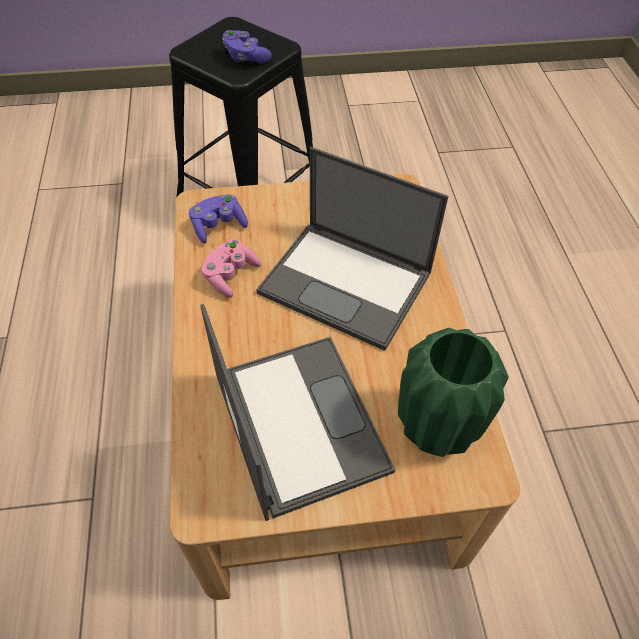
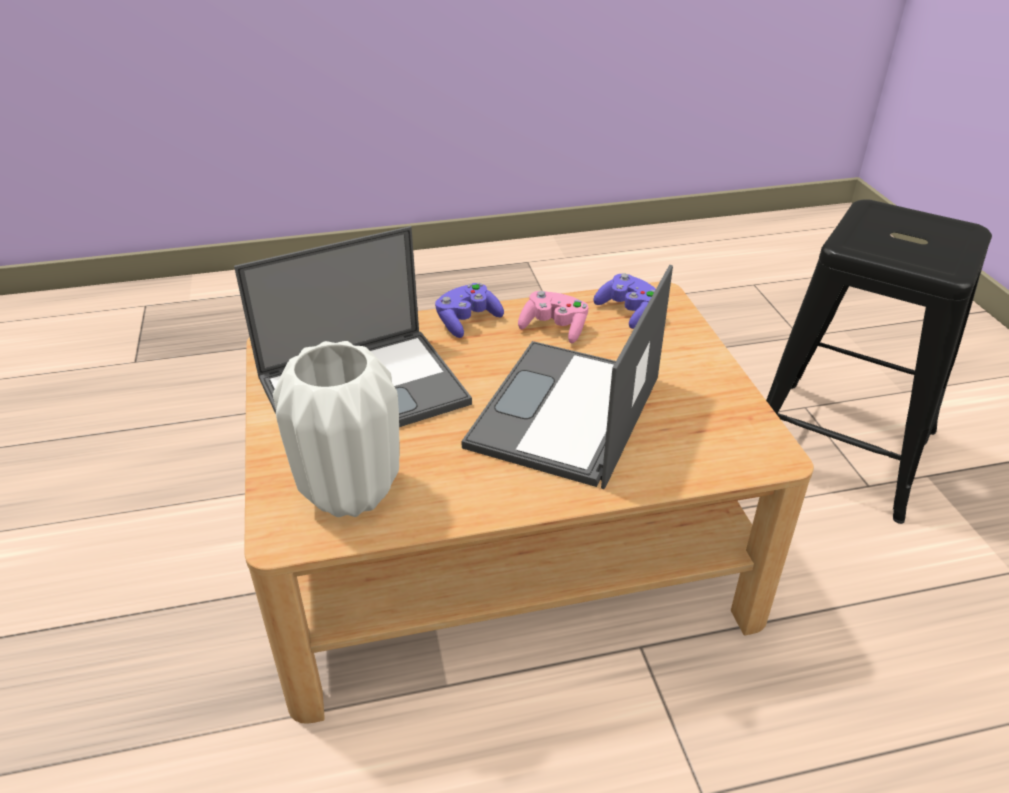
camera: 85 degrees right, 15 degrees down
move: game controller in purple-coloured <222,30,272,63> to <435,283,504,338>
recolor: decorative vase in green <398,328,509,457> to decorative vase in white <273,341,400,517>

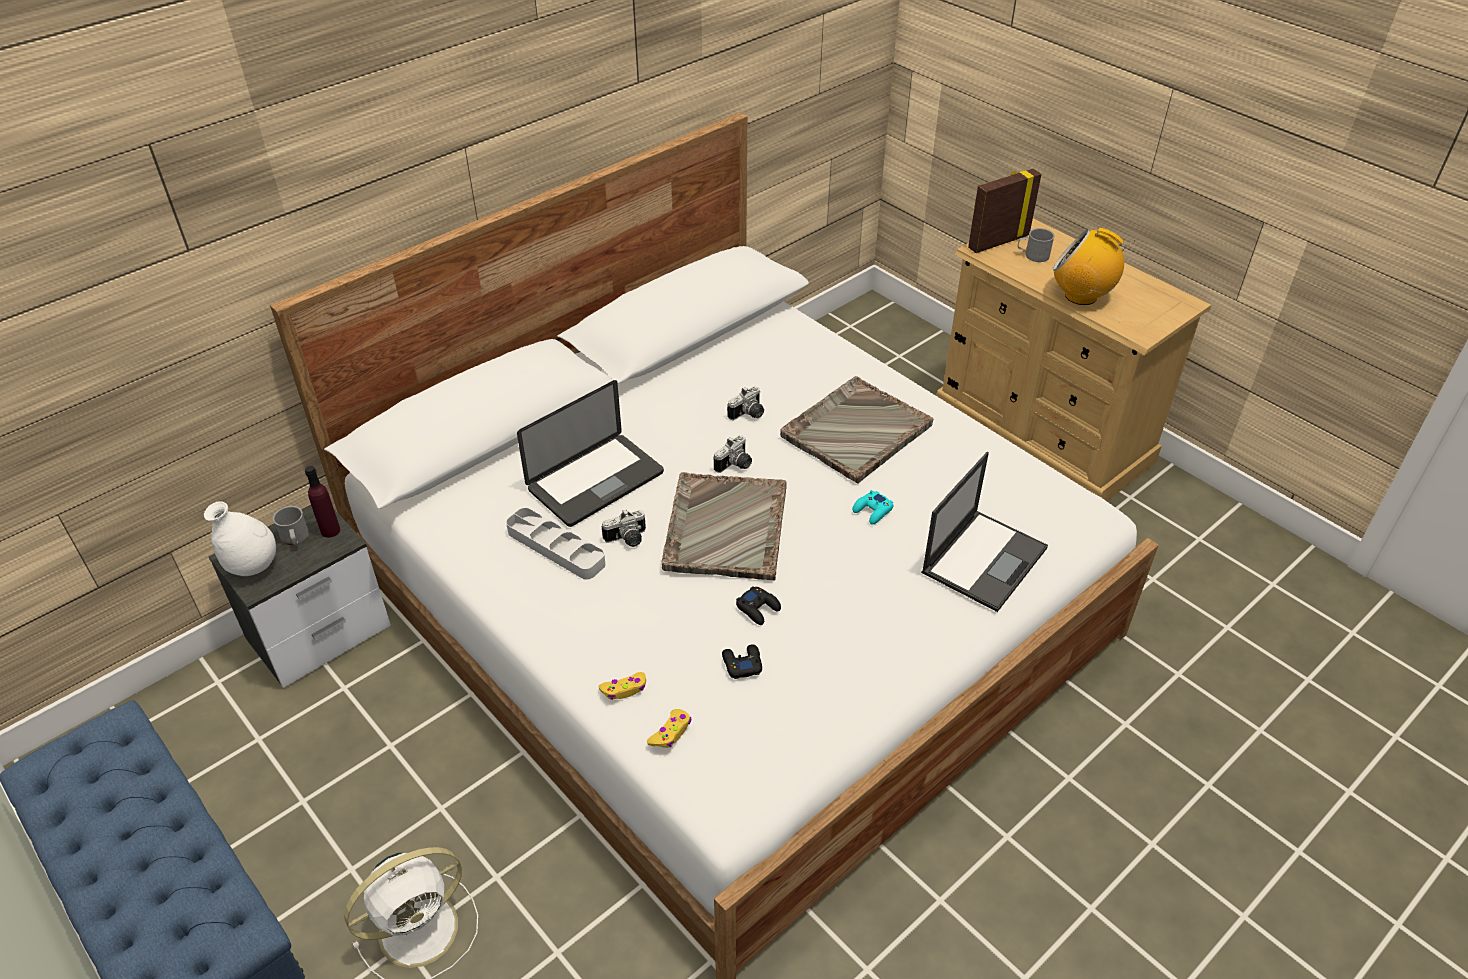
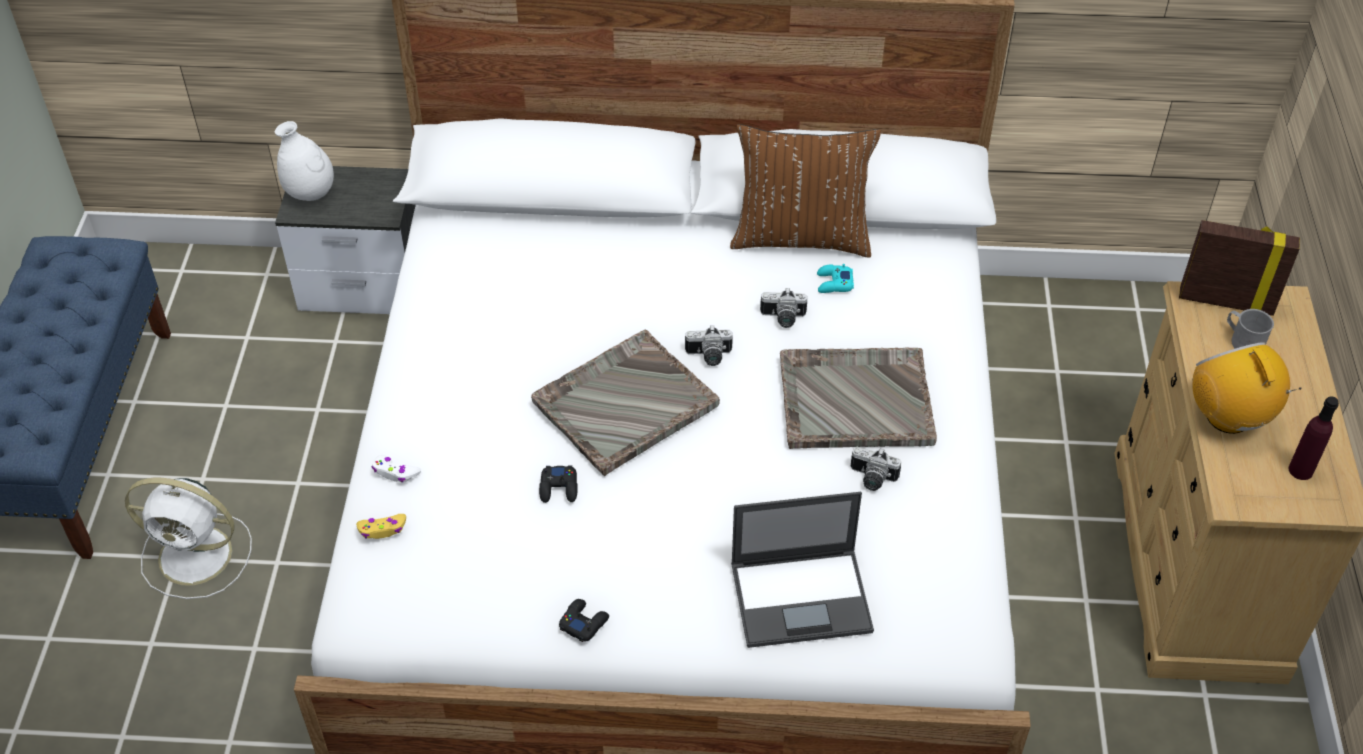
camera: 45 degrees right, 5 degrees up
delete: notebook computer <517,380,664,527>; tea mug in grey <273,506,309,545>; serving tray in grey <506,508,605,580>
insert: throw pillow in brown-coloured <730,124,881,258>
move: beverage bottle in purple-coloured <305,466,340,538> to <1289,396,1339,480>; game controller in turquoise-coloured <852,490,893,525> to <817,264,854,293>; still camera <602,509,646,547> to <851,447,901,491>; game controller in black-coloured <722,645,762,679> to <559,599,609,642>
recolor: game controller in yellowish <598,672,646,700> to game controller in white <372,455,421,482>

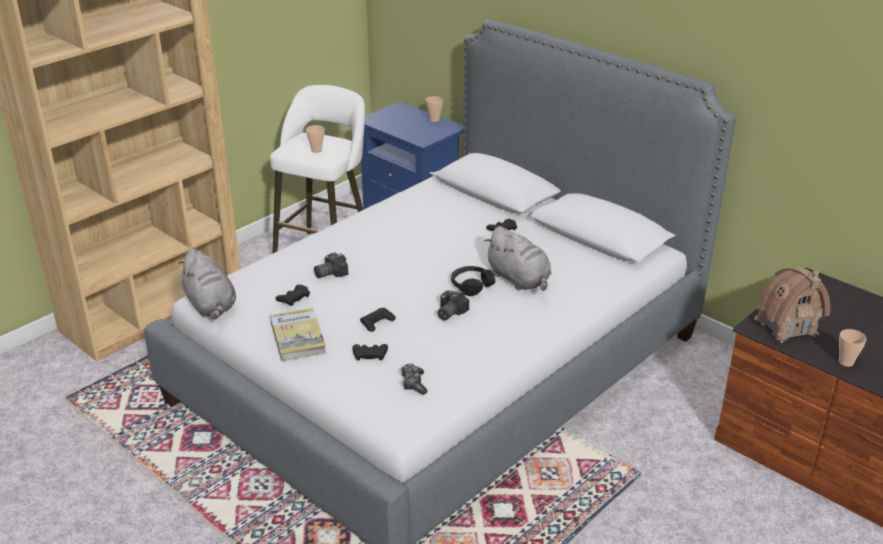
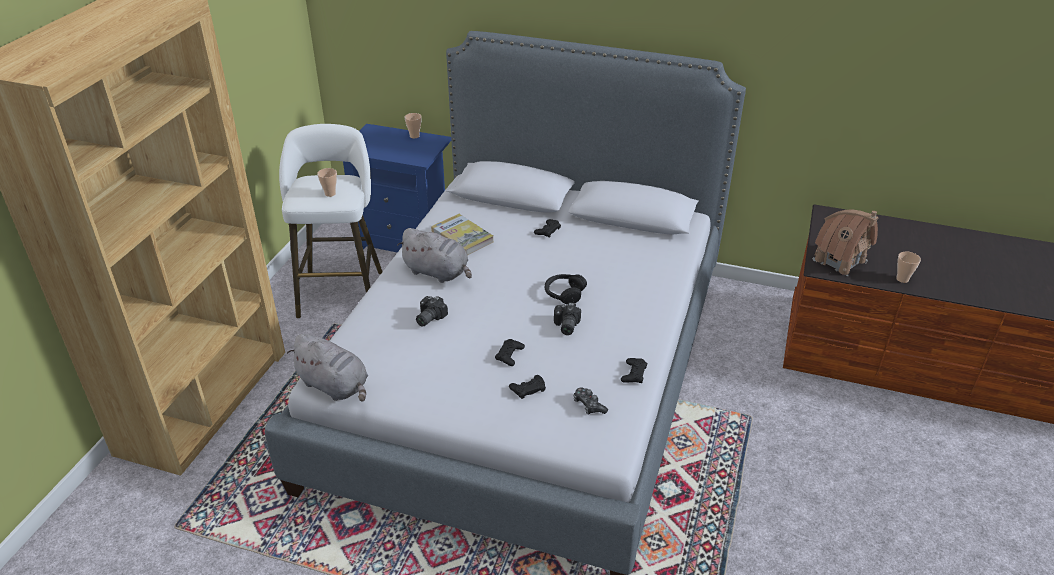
camera: 25 degrees left, 5 degrees up
move: plush toy in grey <484,226,551,291> to <397,228,472,283>; game controller in black-coloured <275,285,310,306> to <621,358,647,383>; volume <270,308,326,361> to <431,214,493,255>

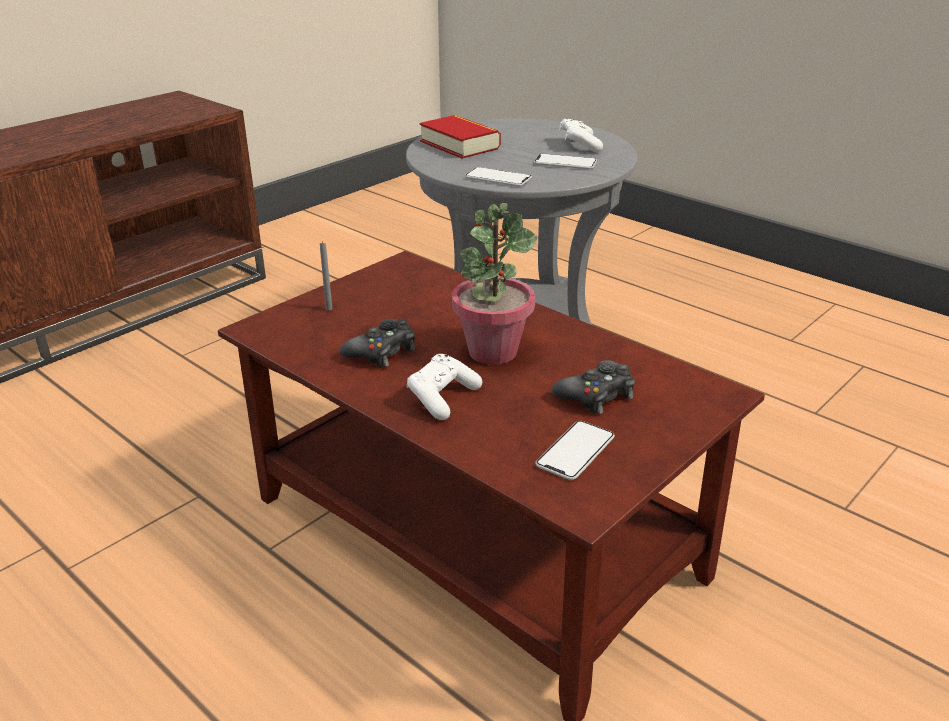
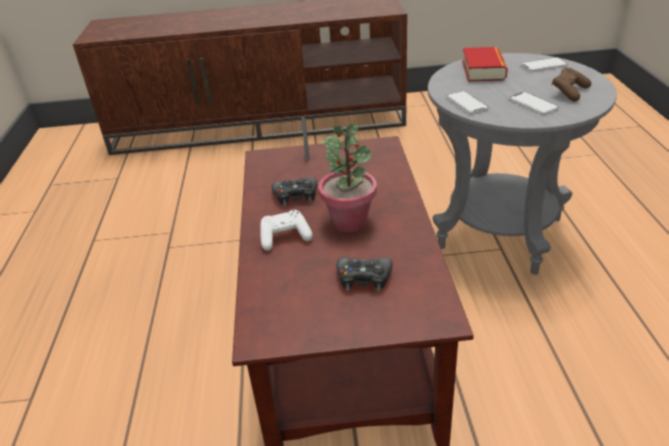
camera: 45 degrees right, 5 degrees up
move: telephone <535,421,615,480> to <520,57,568,71>
recolor: game controller in white <559,118,603,152> to game controller in brown-coloured <551,68,591,101>

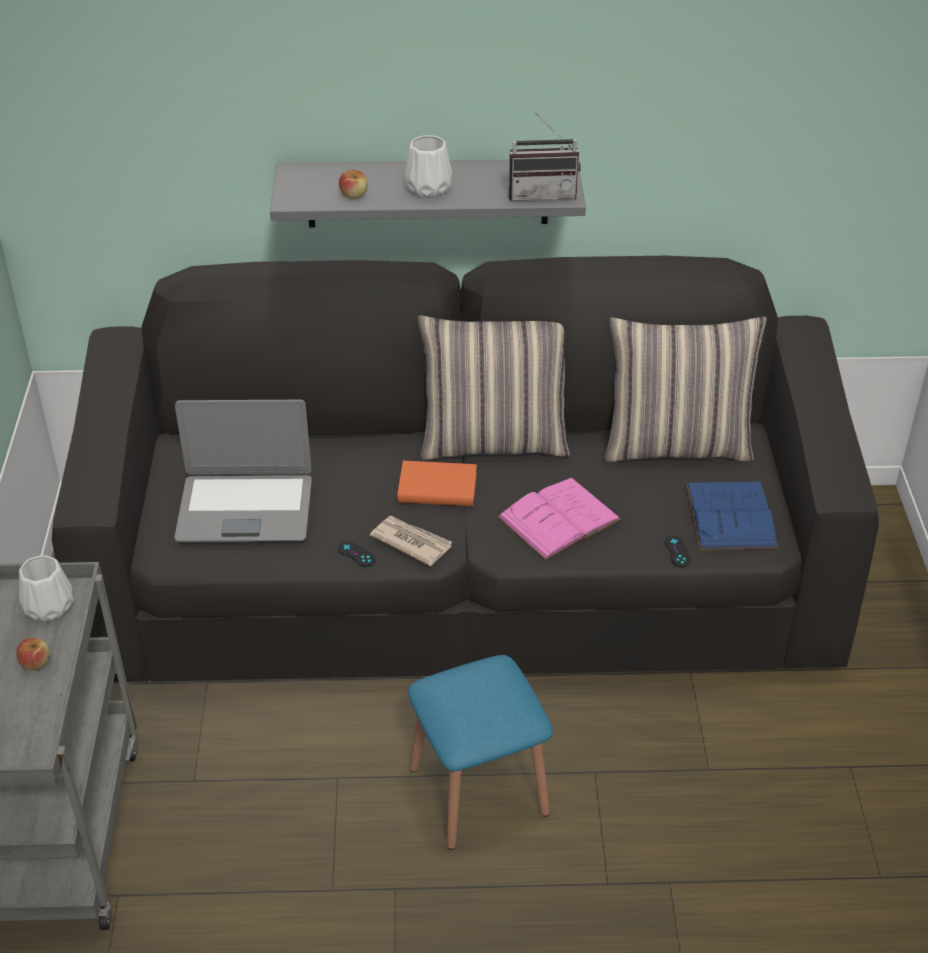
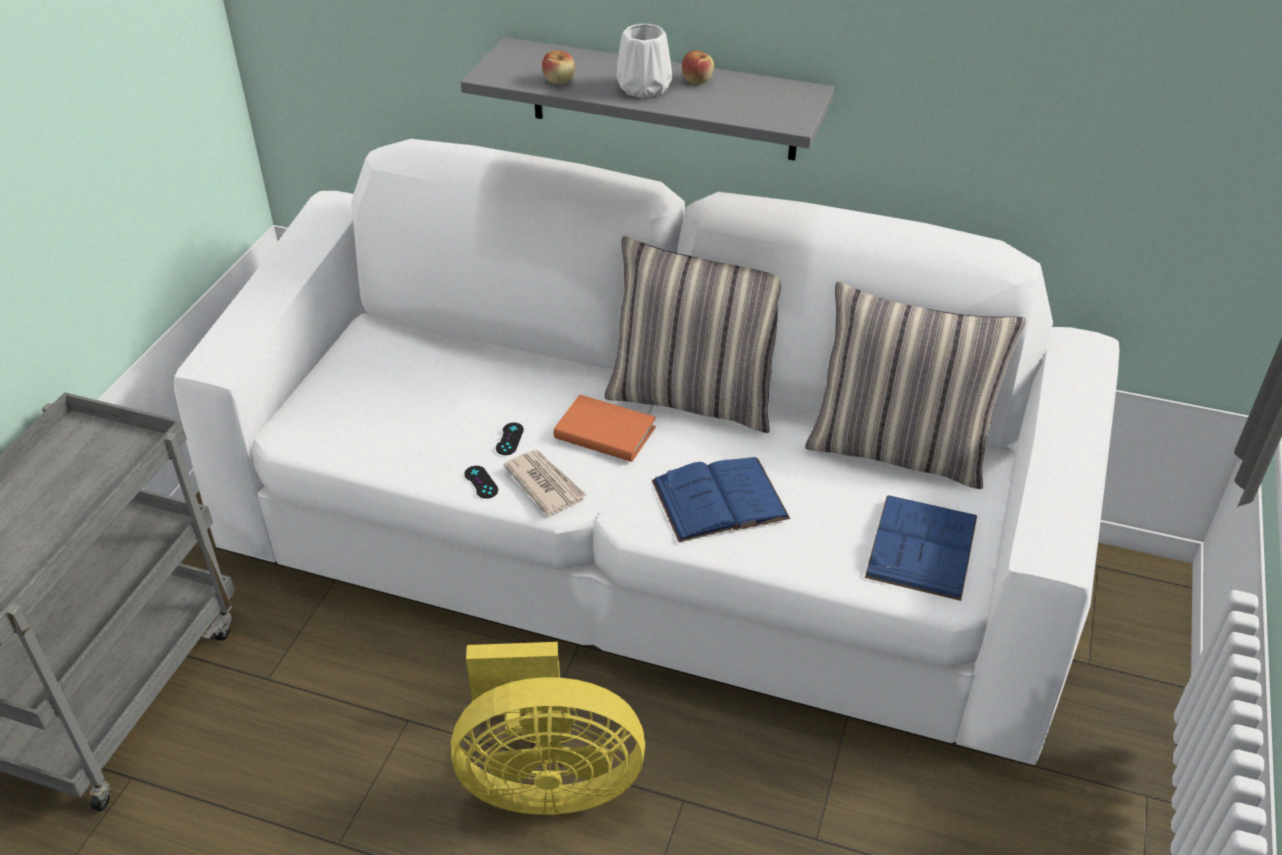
camera: 20 degrees right, 0 degrees up
delete: radio <508,112,581,201>; notebook computer <174,400,312,542>; decorative vase in white <19,555,74,622>
move: game controller in black-coloured <665,536,691,567> to <496,422,524,455>; apple fruit <16,638,49,670> to <682,51,714,84>
replace: stool seat in blue <408,655,553,850> to electric fan in yellowish <451,642,645,815>
recolor: sofa in black-coloured <52,256,879,682> to sofa in white <174,139,1120,765>; volume in pink <497,478,622,561> to volume in blue <652,457,790,542>

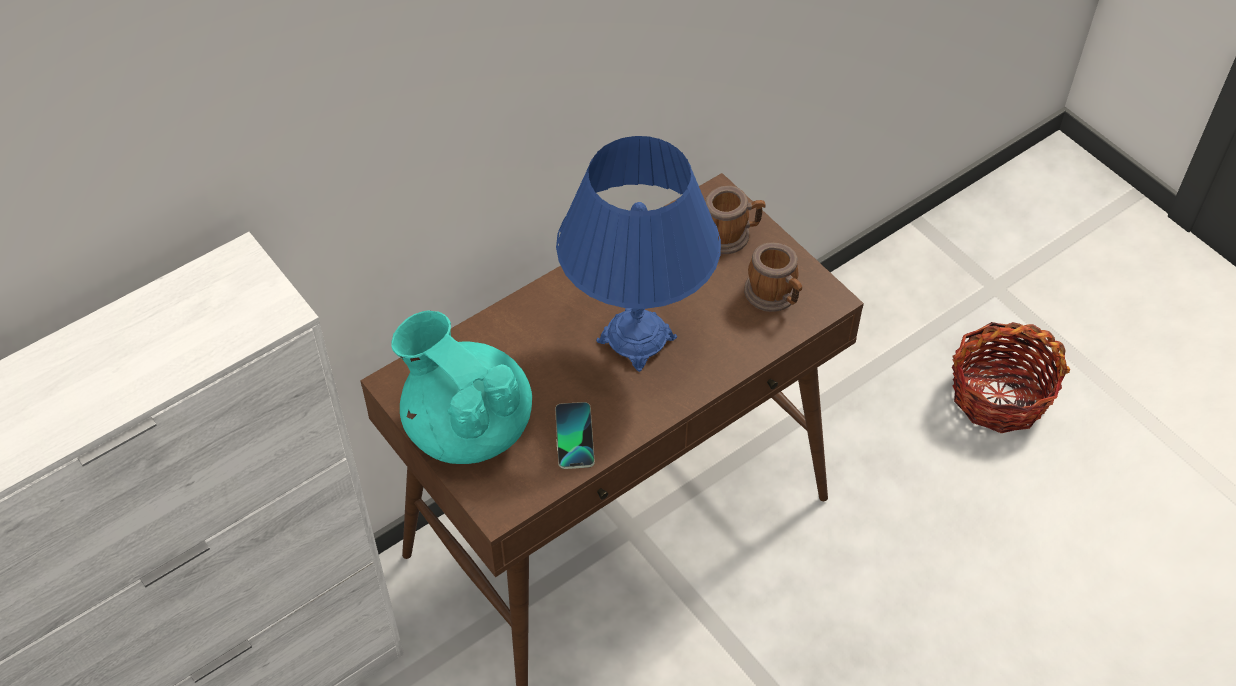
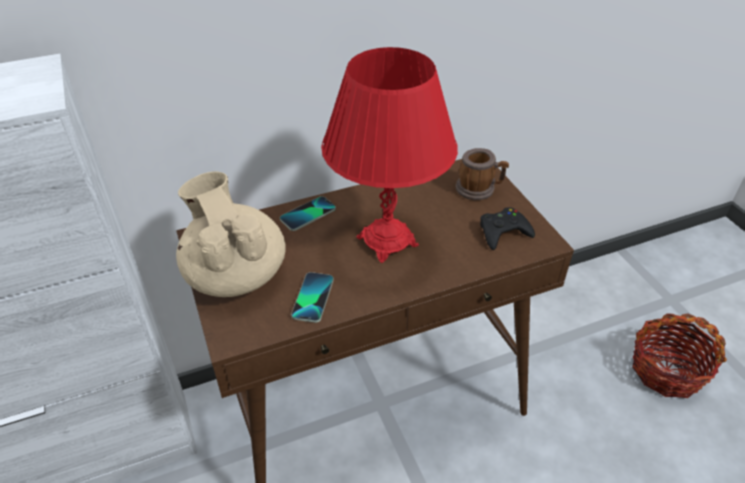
camera: 15 degrees right, 10 degrees down
insert: telephone <280,196,336,231>
replace: tea mug <744,243,802,312> to game controller in black-coloured <480,207,535,250>
recolor: tabletop lamp in blue <556,136,721,372> to tabletop lamp in reddish <321,47,458,263>; tea pot in turquoise-coloured <391,311,532,464> to tea pot in beige-coloured <176,171,286,297>

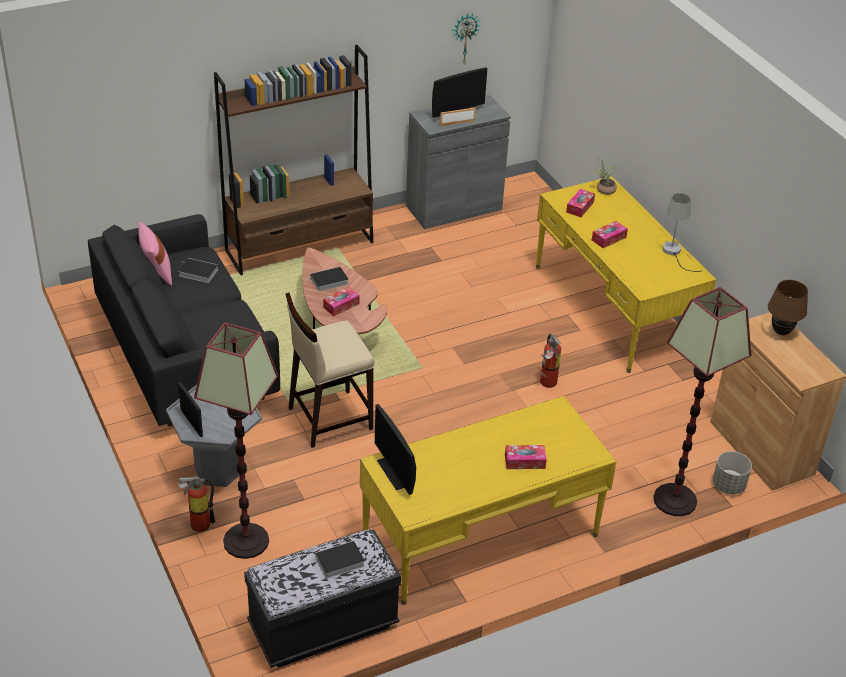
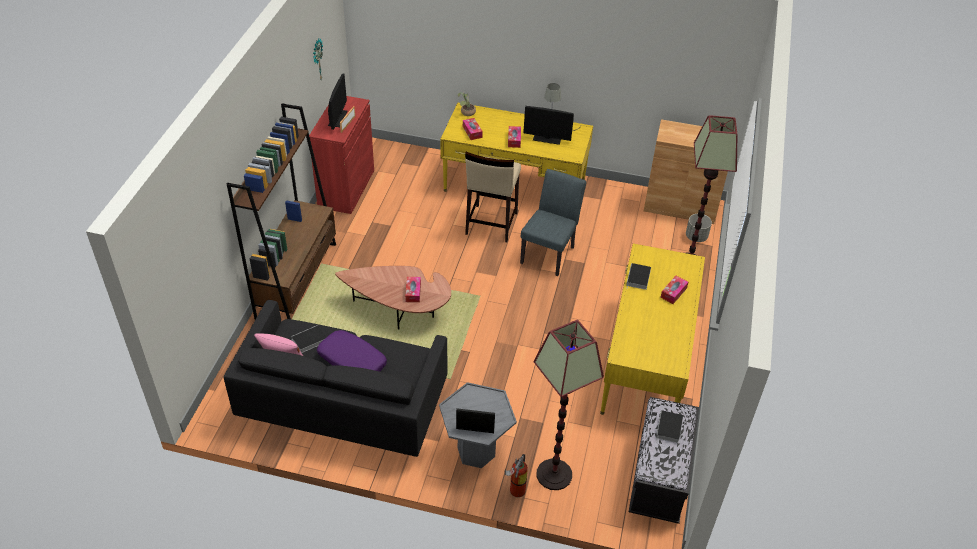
camera: 50 degrees left, 5 degrees up
delete: tabletop lamp in brown-coloured <768,280,808,335>
insert: throw pillow in purple-coloured <317,330,387,372>
move: volume <306,267,349,292> to <626,263,651,290>; stool seat in beige-coloured <285,293,374,448> to <465,152,521,242>; computer display <375,404,416,495> to <523,106,574,145>
replace: extinguisher <540,334,561,388> to plain chair in grey <520,169,586,276>
recolor: storage cabinet in grey <406,95,511,229> to storage cabinet in reddish <309,96,374,214>

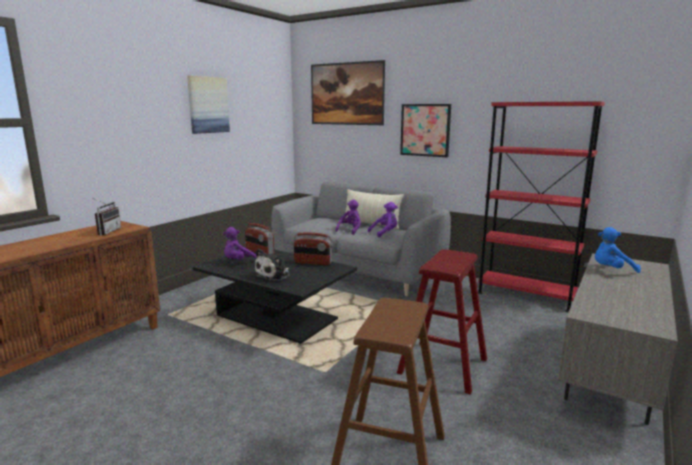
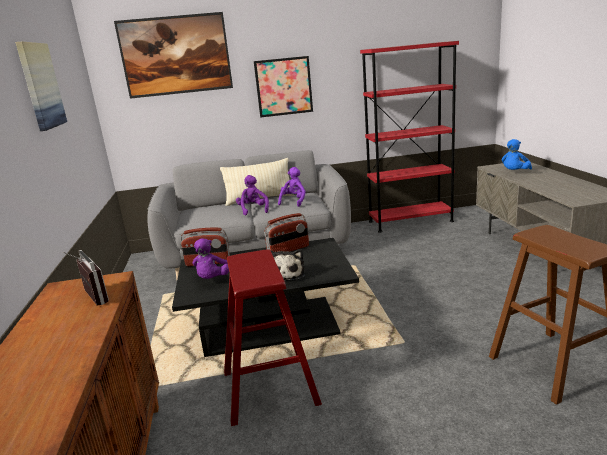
camera: 40 degrees left, 5 degrees up
move: stool seat in reddish <397,249,487,394> to <224,249,322,426>

